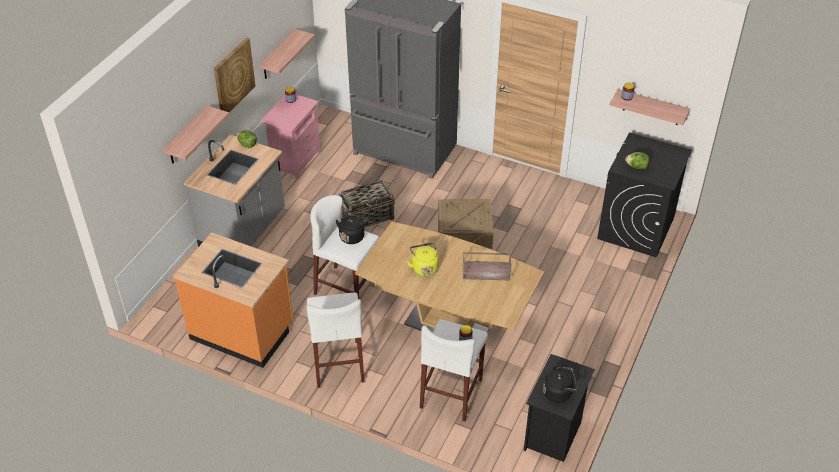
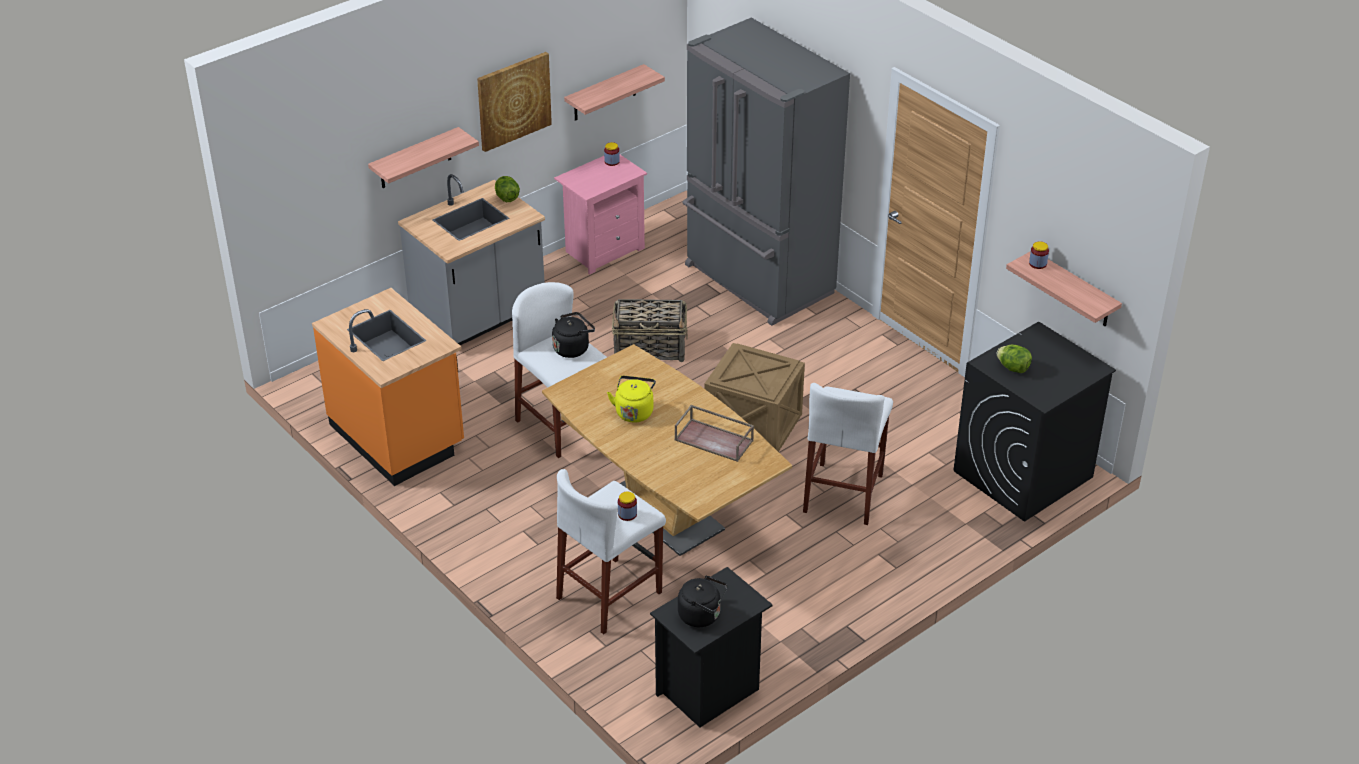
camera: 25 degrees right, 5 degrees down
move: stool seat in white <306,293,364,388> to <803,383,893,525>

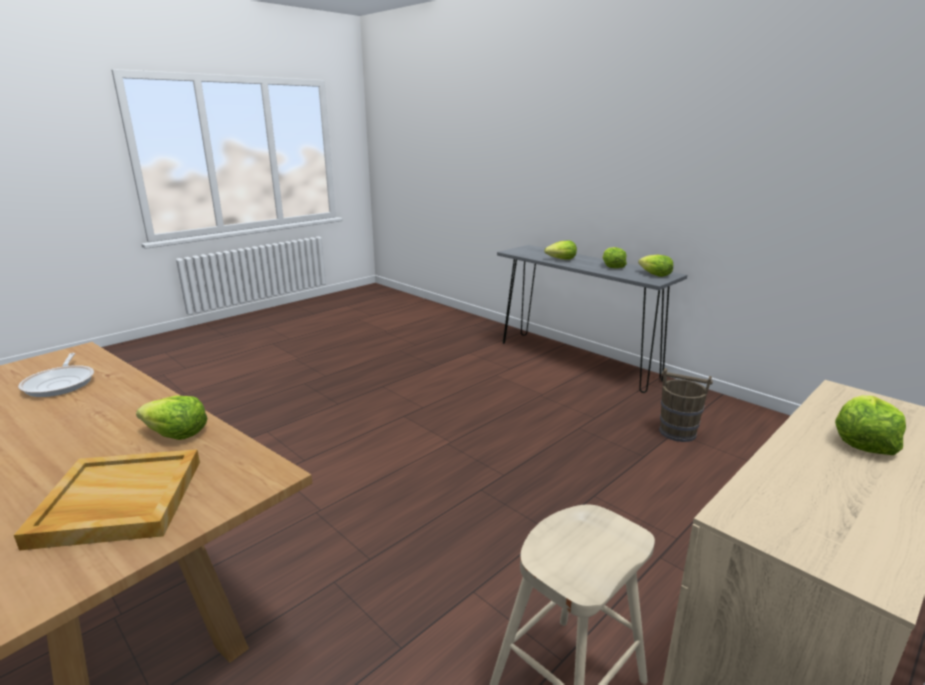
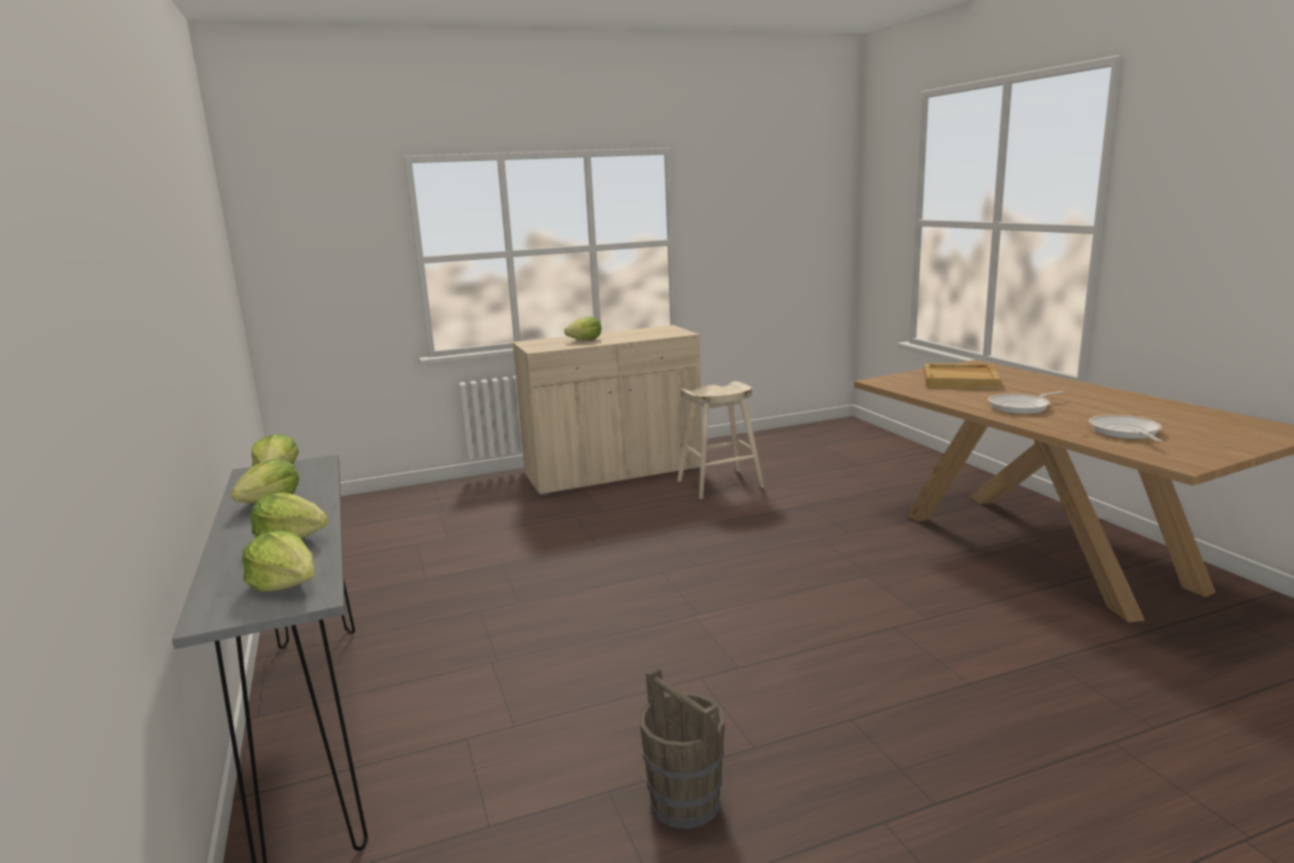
camera: 155 degrees left, 5 degrees down
insert: skillet <988,391,1064,414>
move: pail in brown-coloured <659,368,713,442> to <640,667,725,829>; lettuce head <136,395,207,440> to <242,530,315,592>

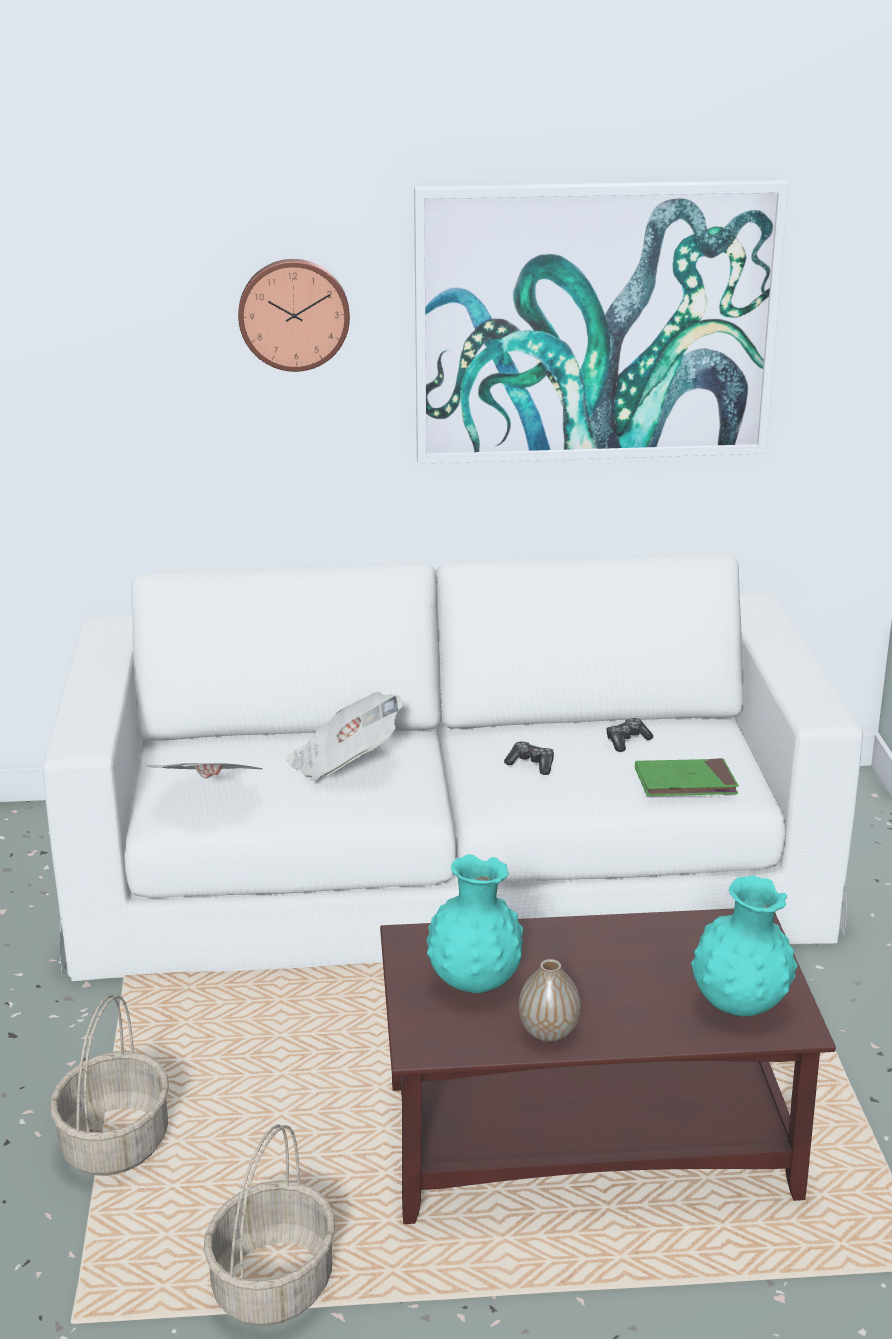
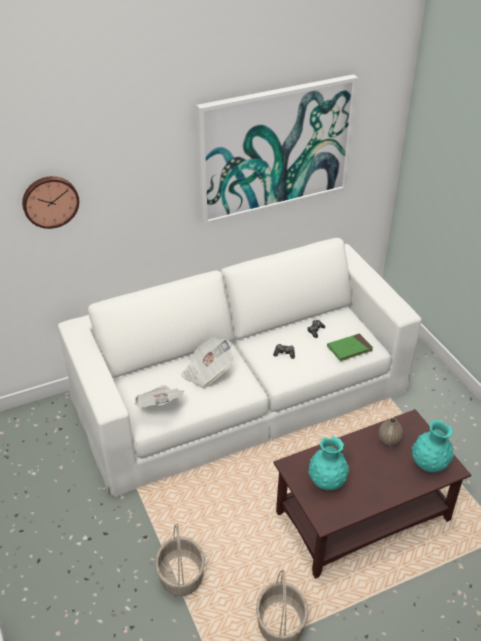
camera: 20 degrees left, 15 degrees up
move: wall clock <238,259,350,372> to <22,176,79,229>; decorative vase <519,959,580,1042> to <379,418,403,446>

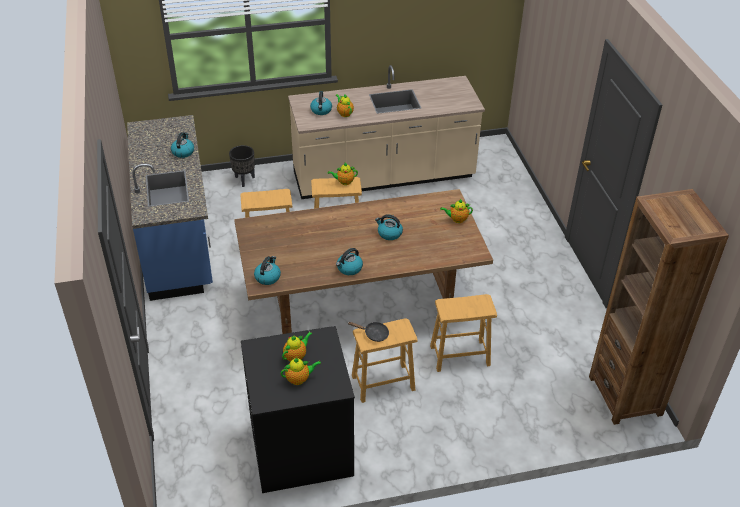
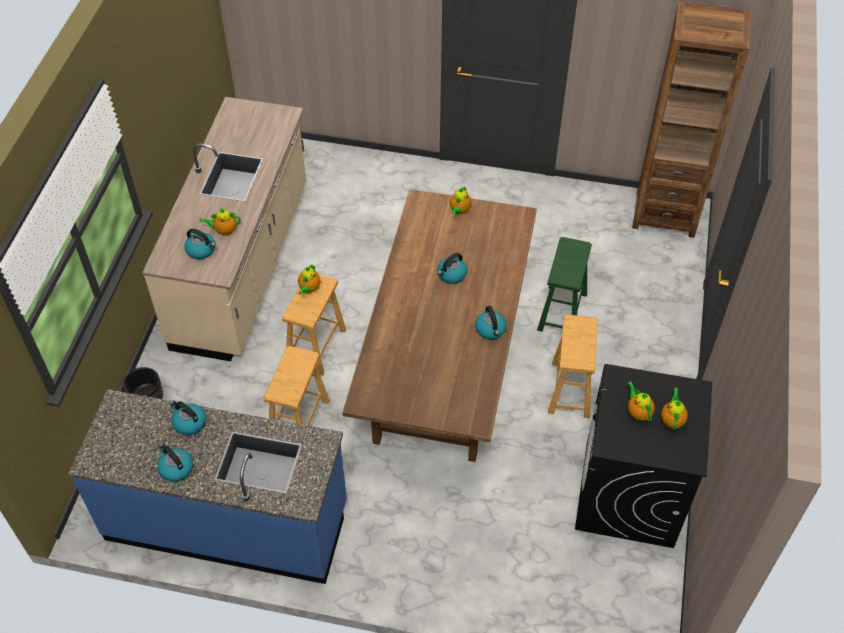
camera: 65 degrees left, 10 degrees up
delete: skillet in black-coloured <348,322,389,342>
move: tea kettle <254,256,281,285> to <157,443,193,482>
recolor: stool seat in brown-coloured <430,294,497,372> to stool seat in green <537,237,592,332>

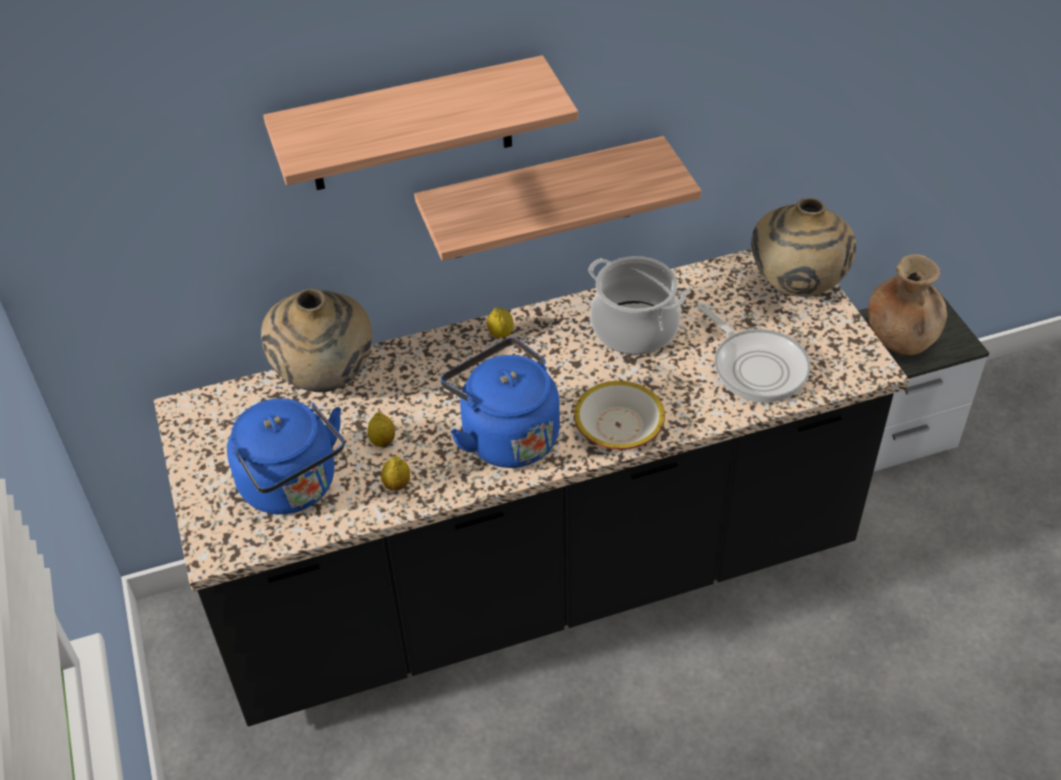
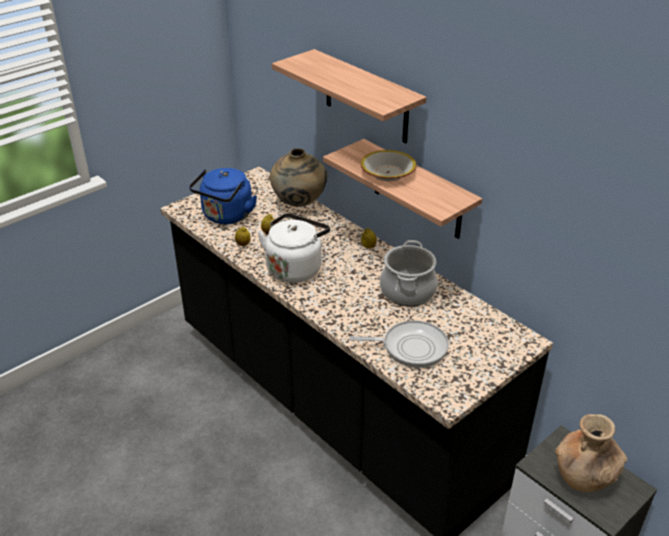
camera: 65 degrees right, 10 degrees down
delete: decorative vase in beige-coloured <751,198,856,297>
move: bowl <574,381,665,450> to <361,150,416,181>
recolor: tea kettle in blue <441,338,560,468> to tea kettle in white <258,213,330,283>
rotate: skillet <698,304,811,403> = <349,320,449,368> 120 degrees counterclockwise

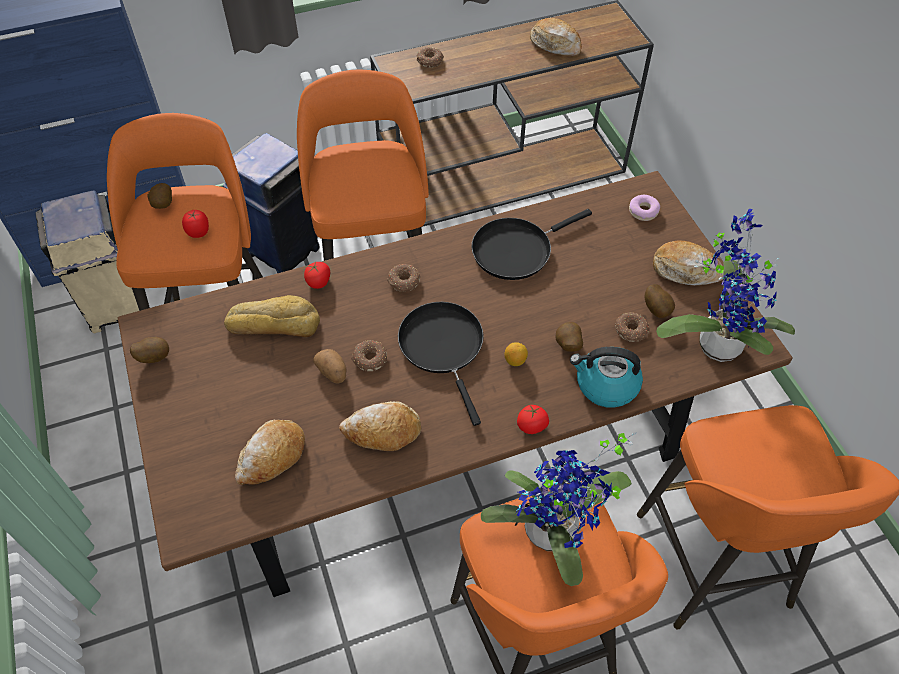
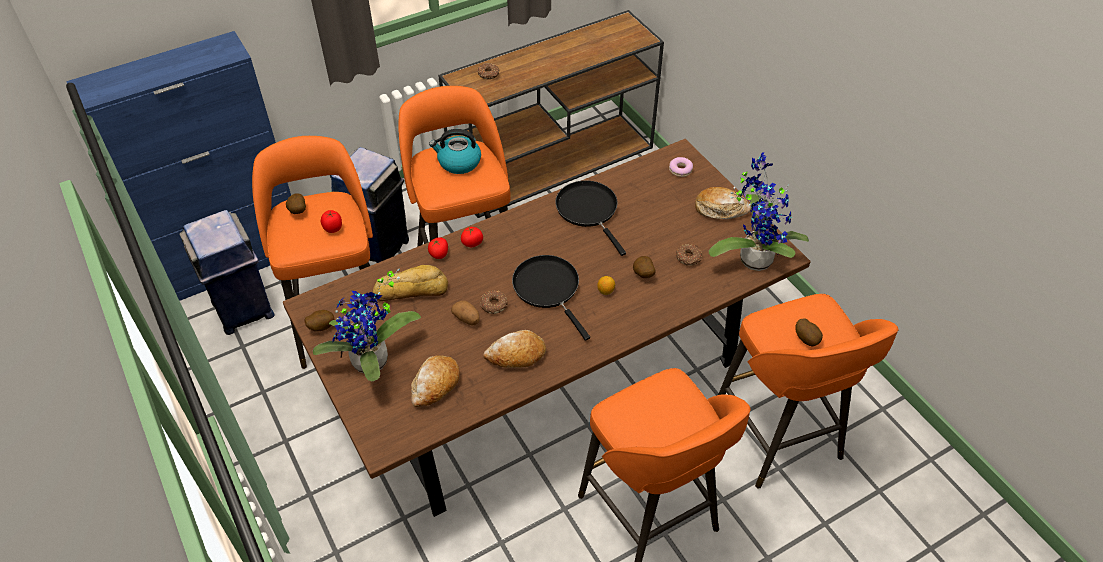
camera: 10 degrees left, 5 degrees down
delete: bakery bread <530,18,582,56>; doughnut <387,264,420,292>
move: potato <645,284,675,318> to <795,318,823,346>; tea kettle <570,347,643,408> to <429,129,481,174>; fresh tomato <517,404,549,434> to <461,227,483,247>; plant in a pot <481,432,637,586> to <313,269,421,381>
recolor: waste bin in beige-coloured <35,190,139,333> to waste bin in blue <179,210,275,335>
rotate: skillet in black-coloured <472,209,592,280> = <555,180,626,256> 105 degrees clockwise

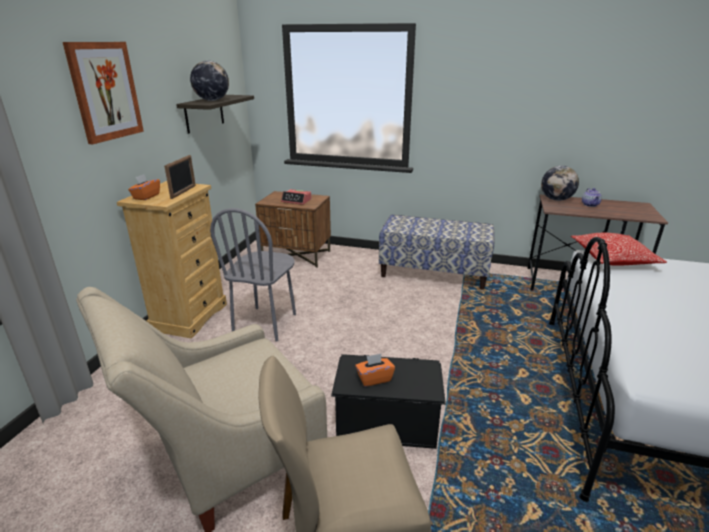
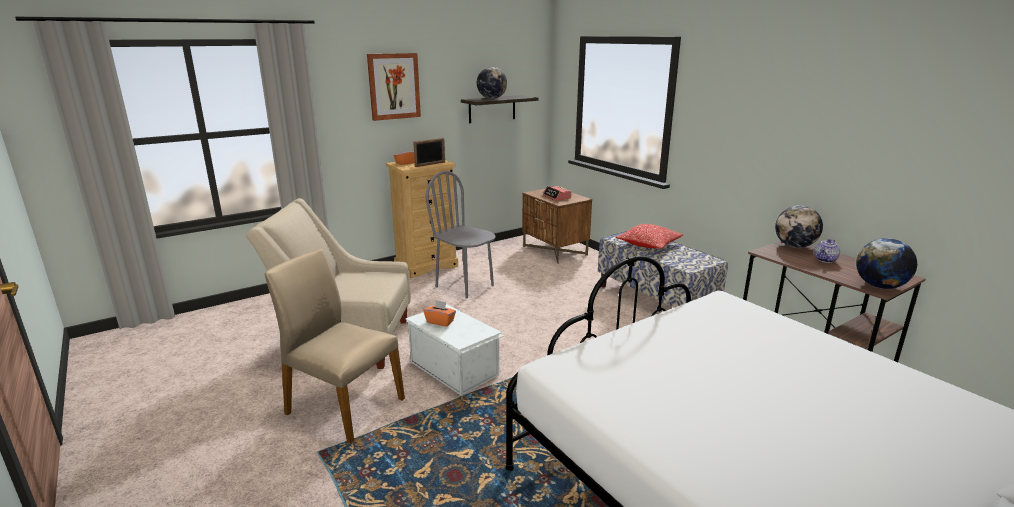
camera: 40 degrees right, 5 degrees down
insert: globe <856,238,917,289>
move: throw pillow <571,233,667,266> to <616,224,684,249>
recolor: storage bin in black-coloured <331,354,446,449> to storage bin in white <406,304,503,396>
rotate: plain chair in grey <210,208,296,342> = <426,171,496,299> 75 degrees clockwise

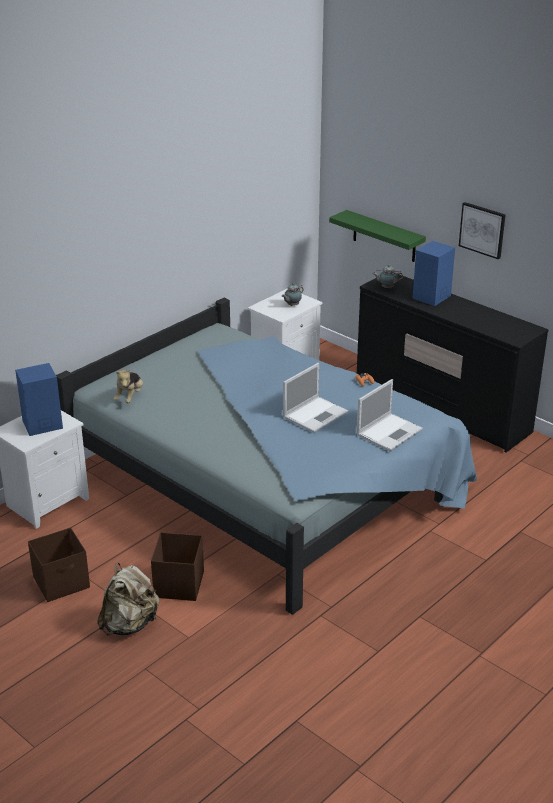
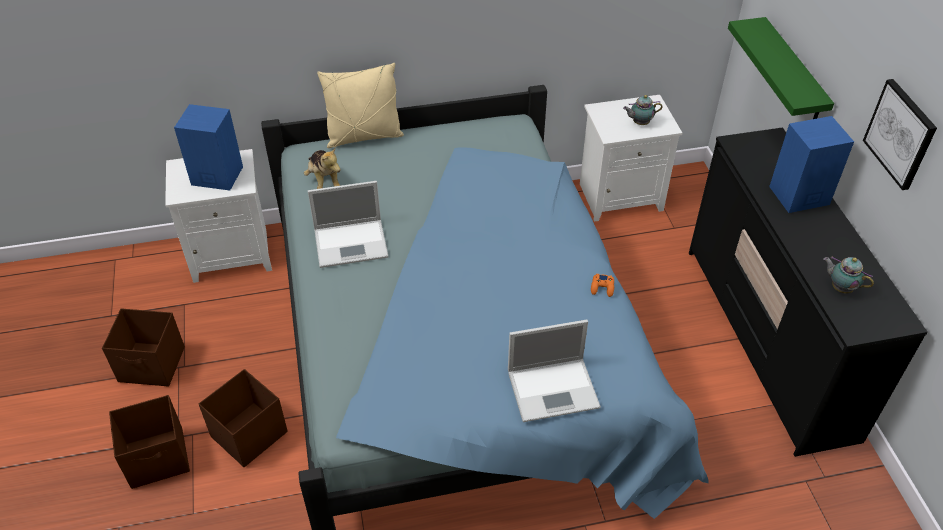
camera: 35 degrees right, 15 degrees up
insert: throw pillow in beige-coloured <317,63,404,148>
move: tea pot <373,264,403,288> to <823,257,874,294>; notebook computer <283,363,348,433> to <308,181,389,268>
replace: rucksack in beige-coloured <97,563,160,636> to storage bin in brown-coloured <109,395,190,489>
rotate: plush toy <113,368,143,403> = <304,147,341,189> 75 degrees counterclockwise

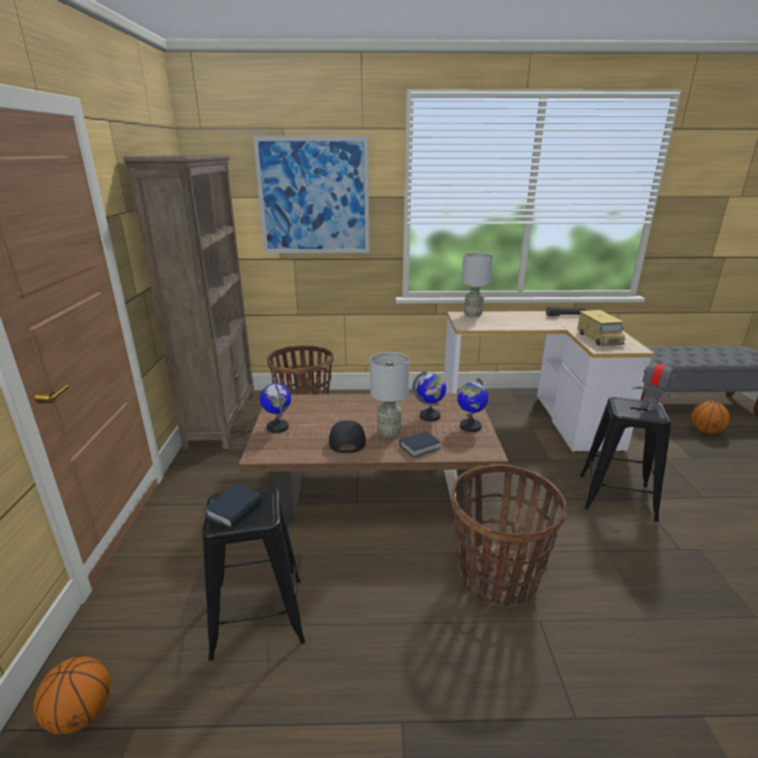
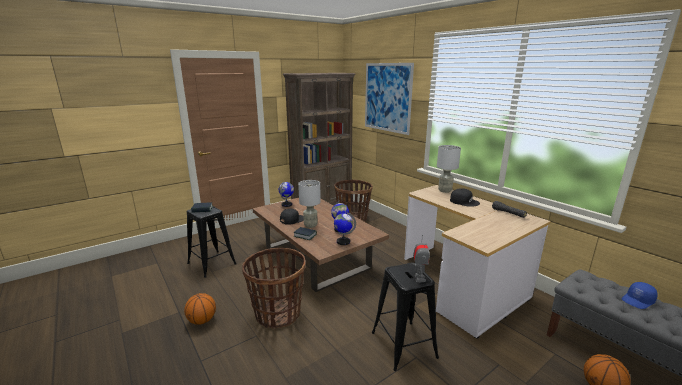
camera: 55 degrees right, 5 degrees down
delete: toy lorry <577,310,626,346>
insert: cap in black-coloured <450,188,480,207>; cap in blue <622,282,658,309>
move: ball for basketball <34,656,111,734> to <184,293,216,325>

